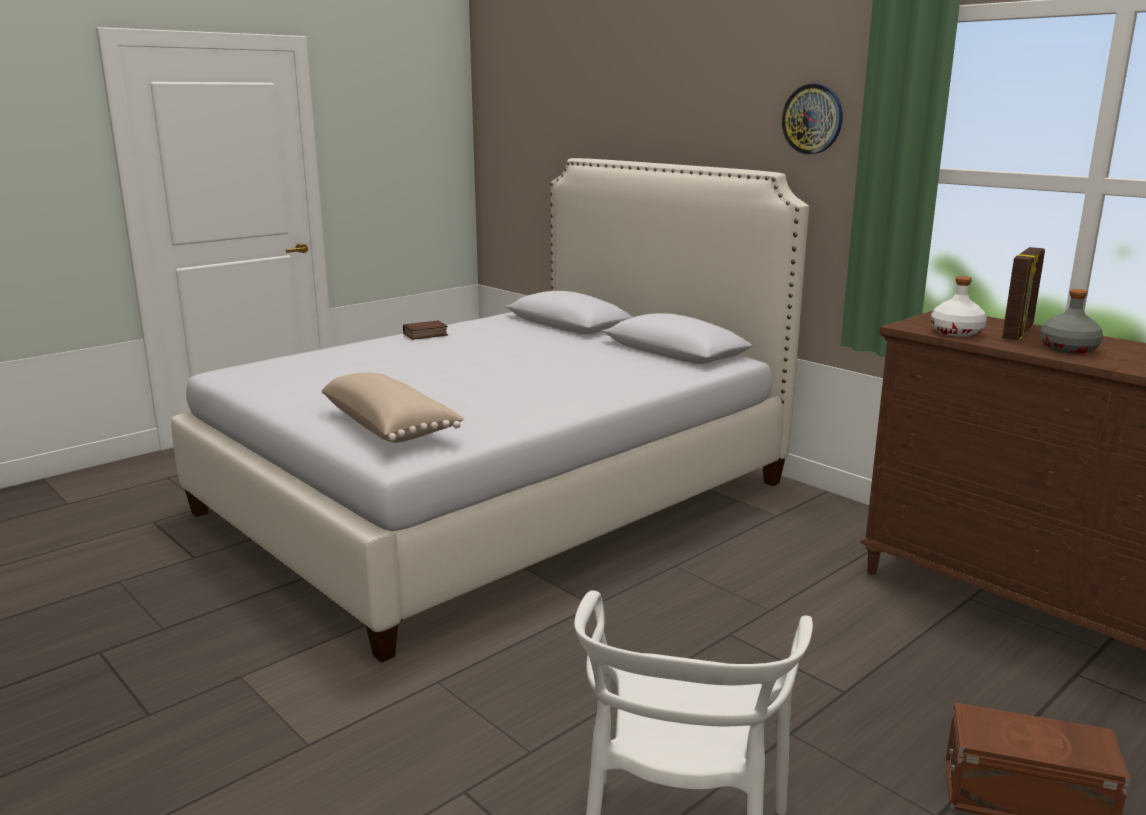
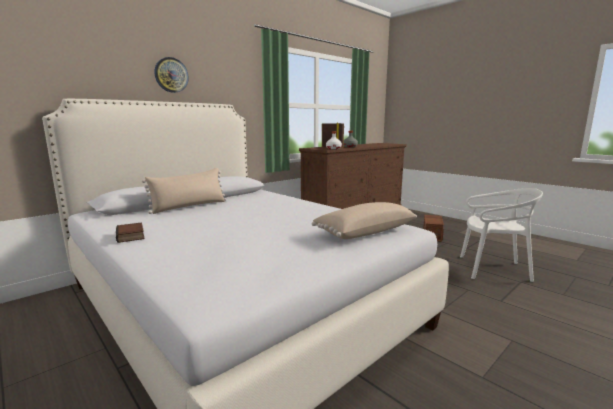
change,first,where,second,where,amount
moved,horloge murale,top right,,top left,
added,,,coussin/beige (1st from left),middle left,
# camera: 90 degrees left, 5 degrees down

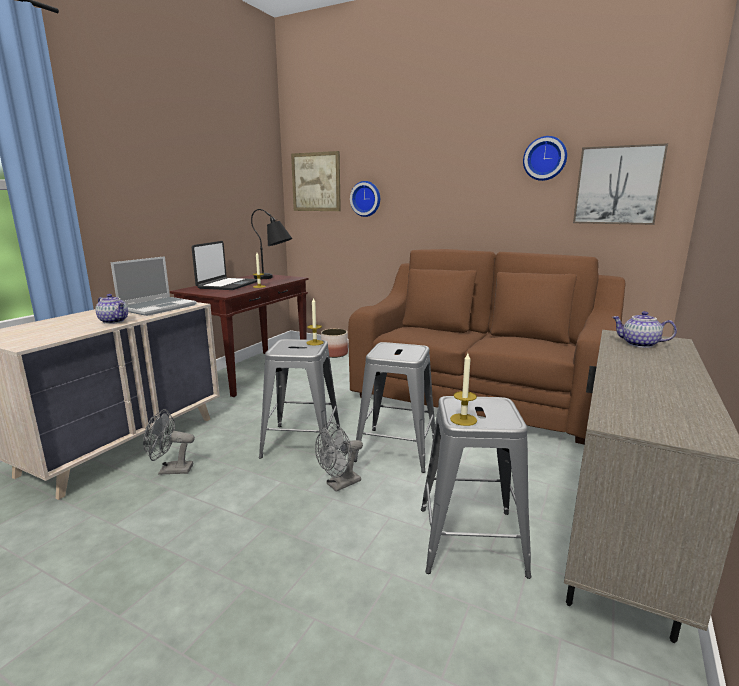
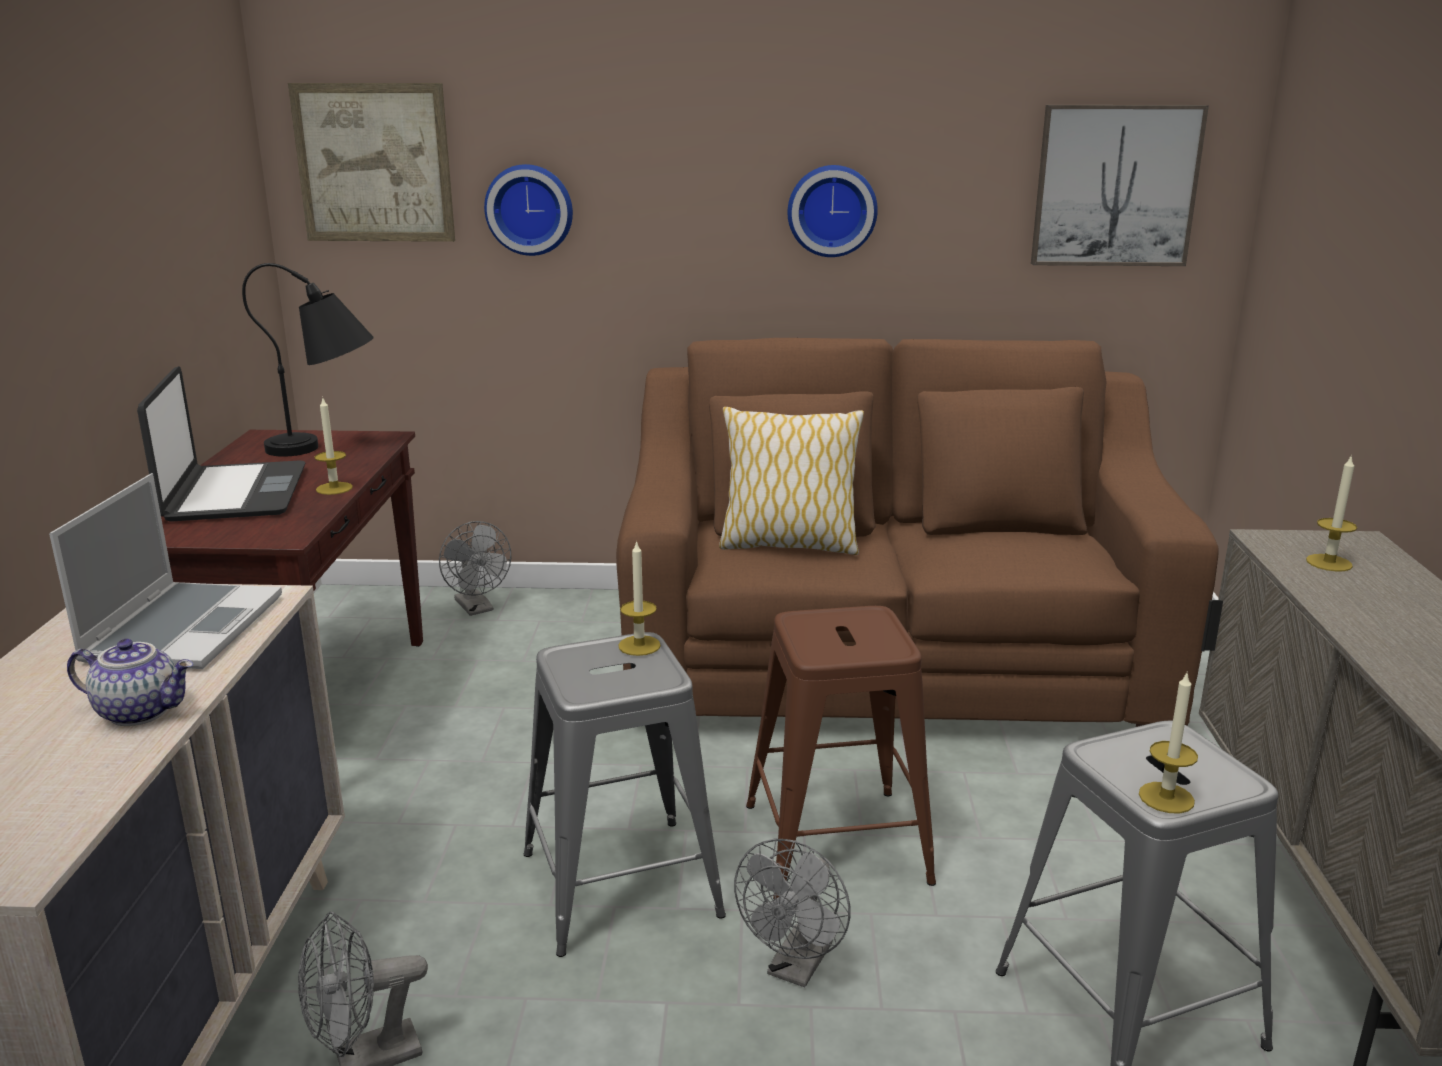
change,first,where,second,where,amount
moved,horloge murale (2nd from left),top right,,top centre,
replaced,théière (2nd from left),middle right,bougie (4th from left),middle right,
replaced,cache-pot,centre,ventilateur/gris (2nd from left),middle left,
recoloured,tabouret/gris (2nd from left),centre,tabouret/marron,bottom centre,
added,,,coussin,centre,
# camera: 25 degrees left, 5 degrees up

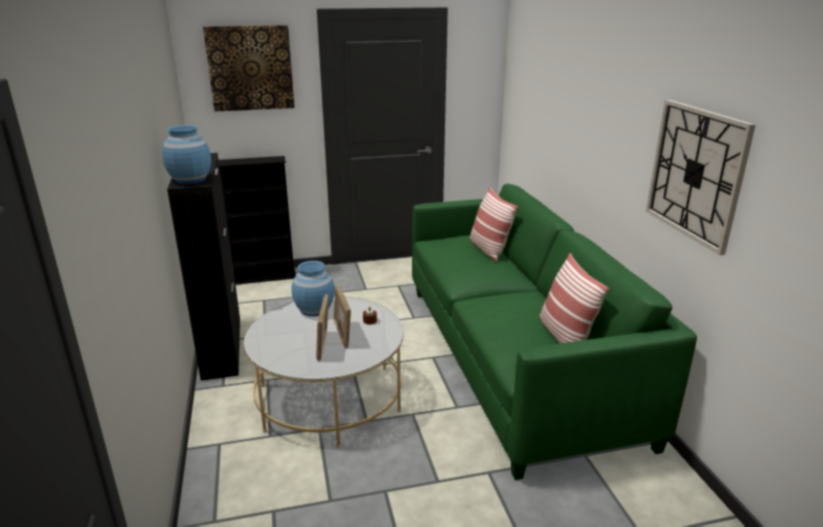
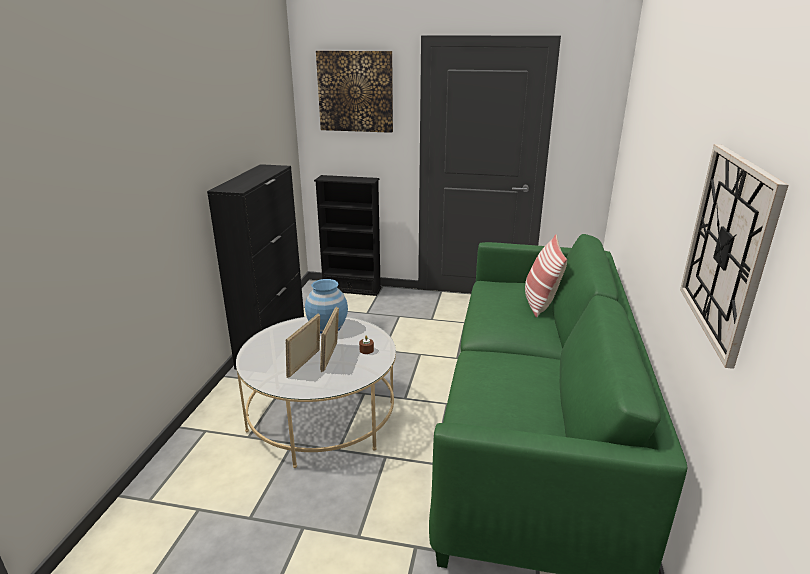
change,first,where,second,where,amount
removed,vase/bleu (1st from left),top left,,,
removed,coussin (2nd from left),middle right,,,
# camera: 25 degrees right, 0 degrees up

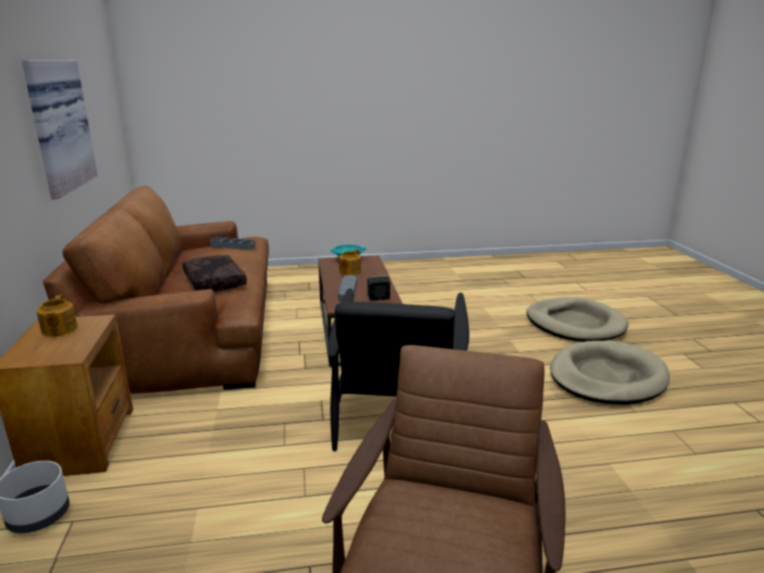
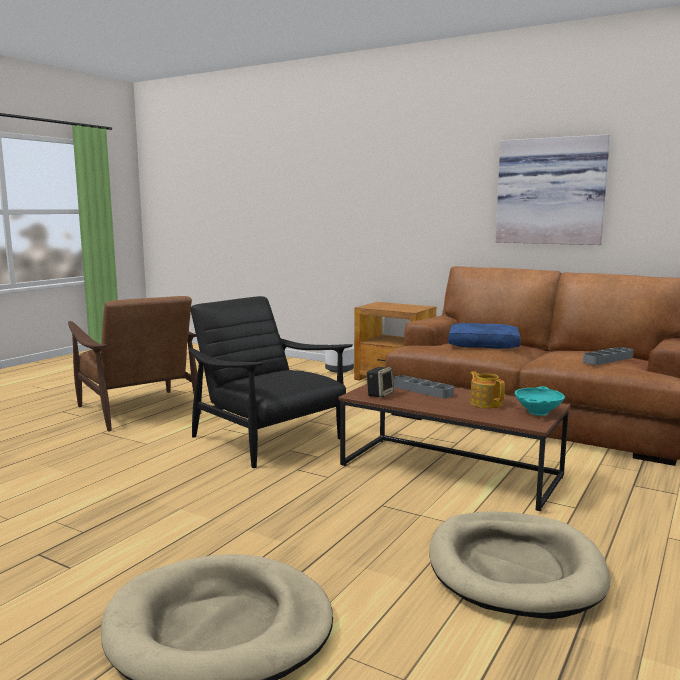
change,first,where,second,where,amount
recoloured,coussin/marron,middle left,coussin/bleu,middle right,
removed,théière (1st from left),middle left,,,
moved,panier pour chien/beige (2nd from left),middle right,,bottom right,
# camera: 130 degrees right, 10 degrees down

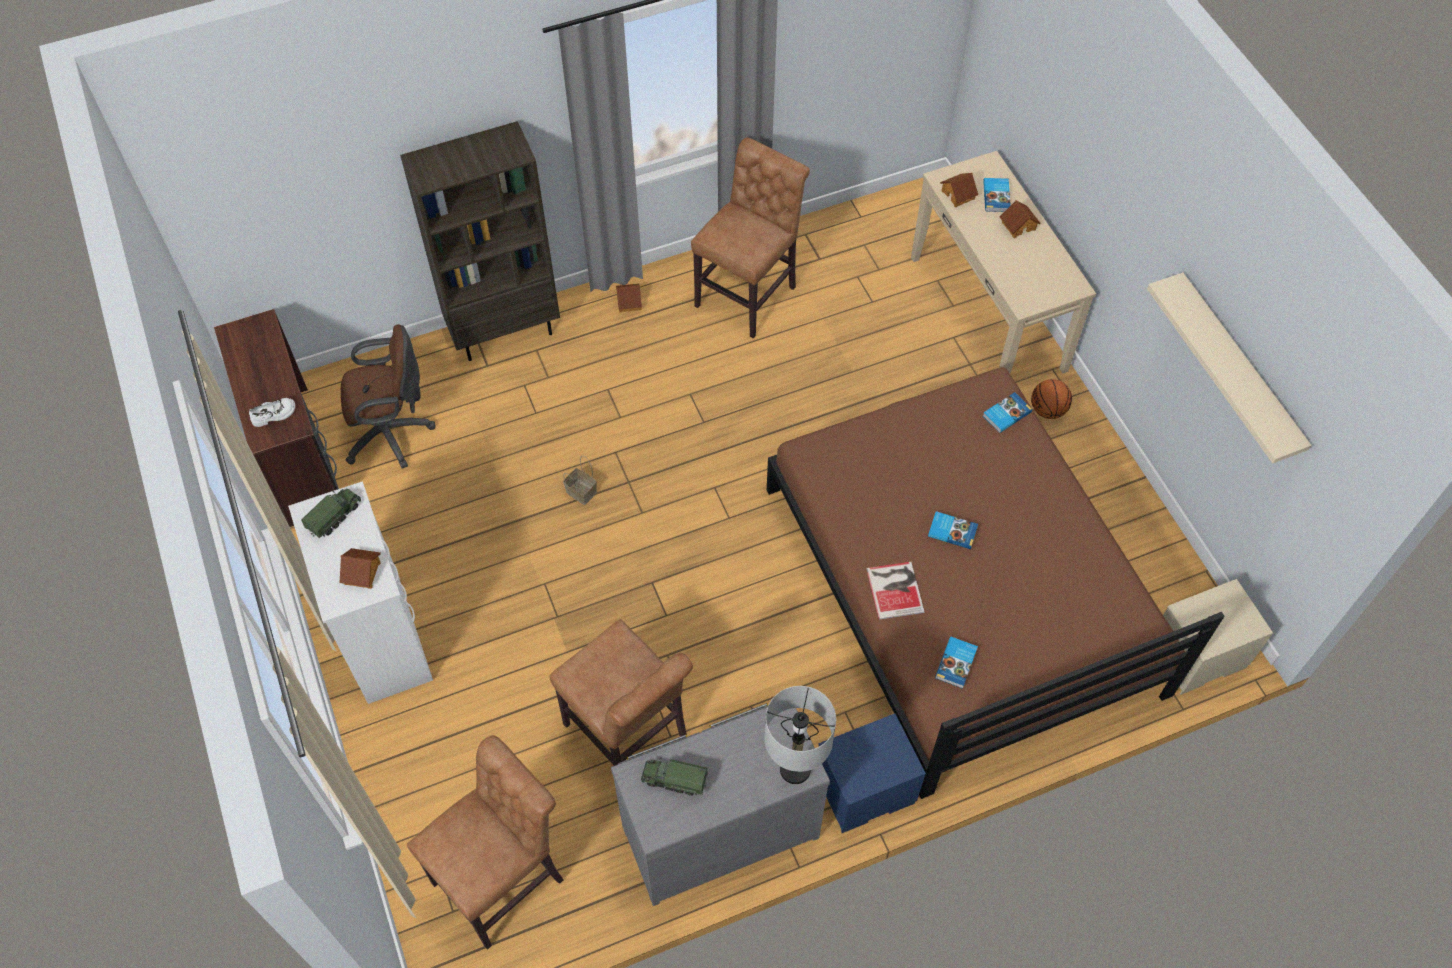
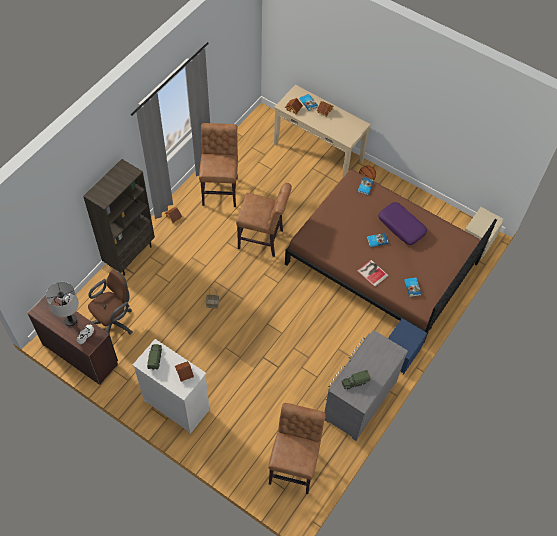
change,first,where,second,where,amount
removed,étagère/beige,middle right,,,
moved,chaise/marron (2nd from left),bottom centre,,centre,
moved,lampe de table/gris,bottom centre,,middle left,
added,,,coussin/violet,middle right,
# camera: 35 degrees left, 0 degrees up

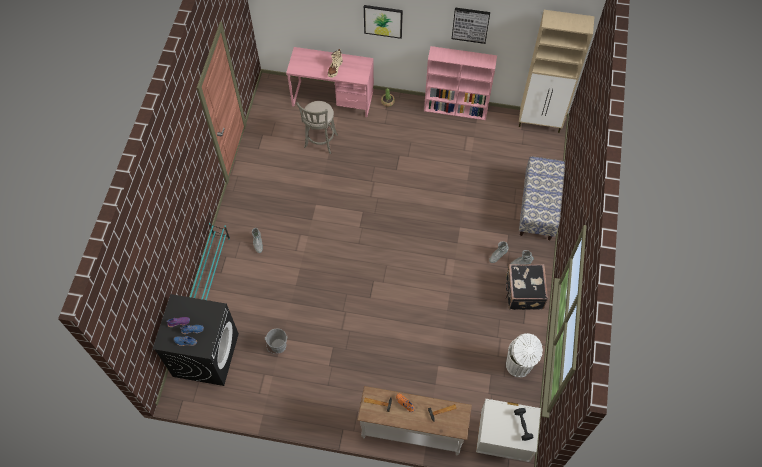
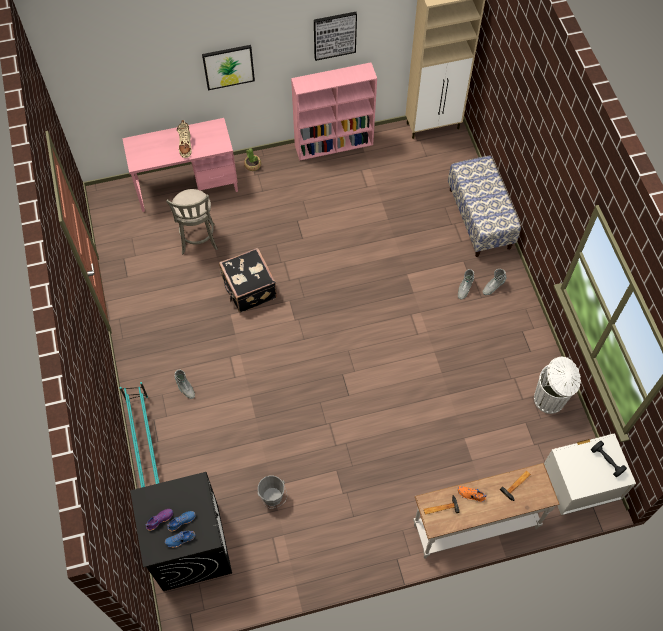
change,first,where,second,where,amount
moved,valise/noir,middle right,,centre,
# camera: 25 degrees left, 0 degrees up

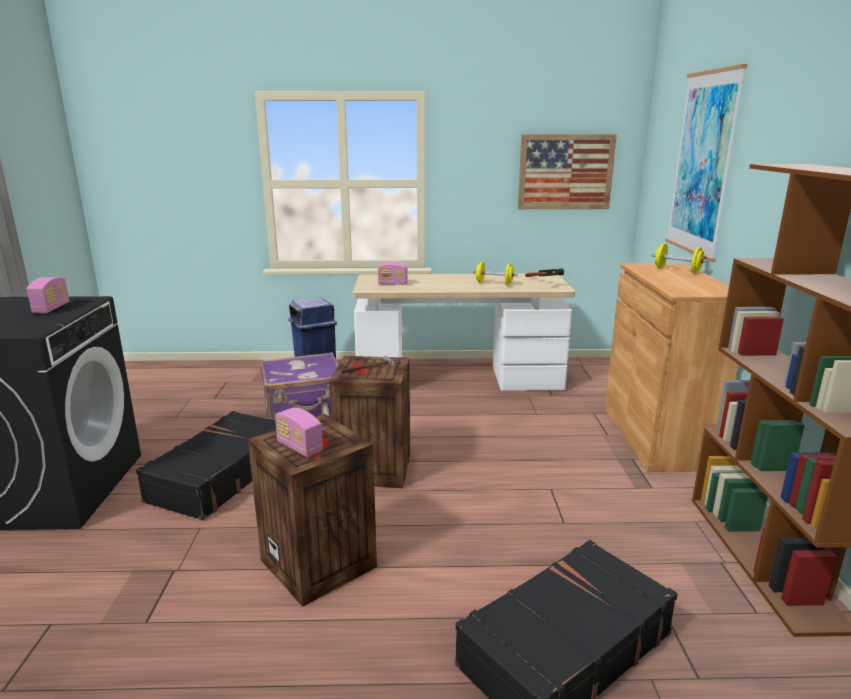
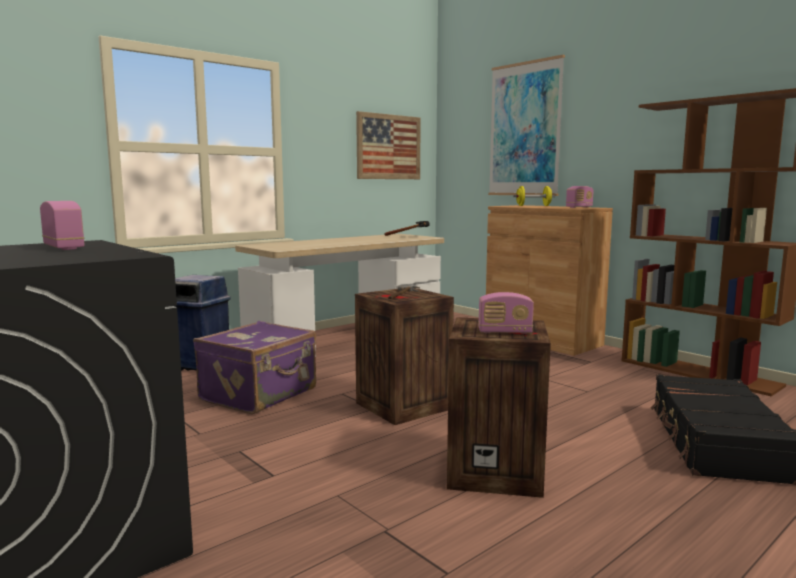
change,first,where,second,where,amount
moved,radio (3rd from left),centre,,middle right,
removed,haltère/jaune (1st from left),centre,,,
removed,valise/noir (1st from left),middle left,,,
# camera: 40 degrees left, 10 degrees down

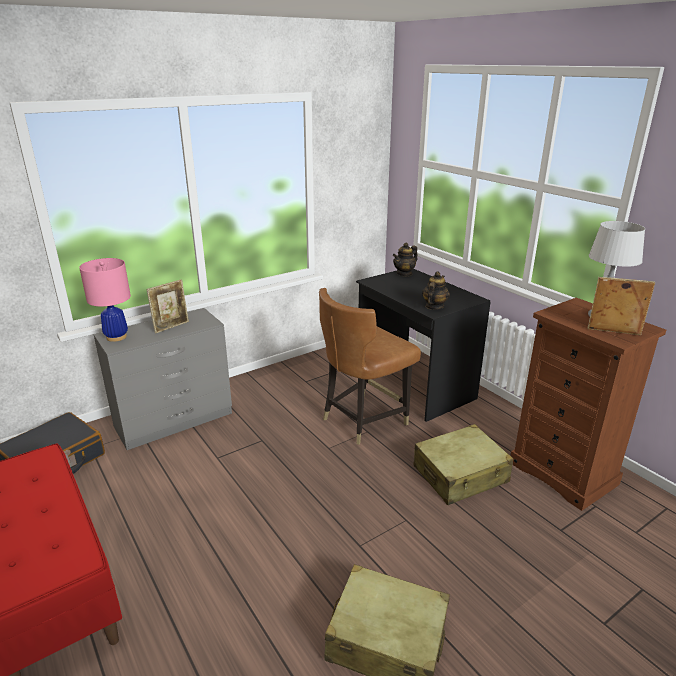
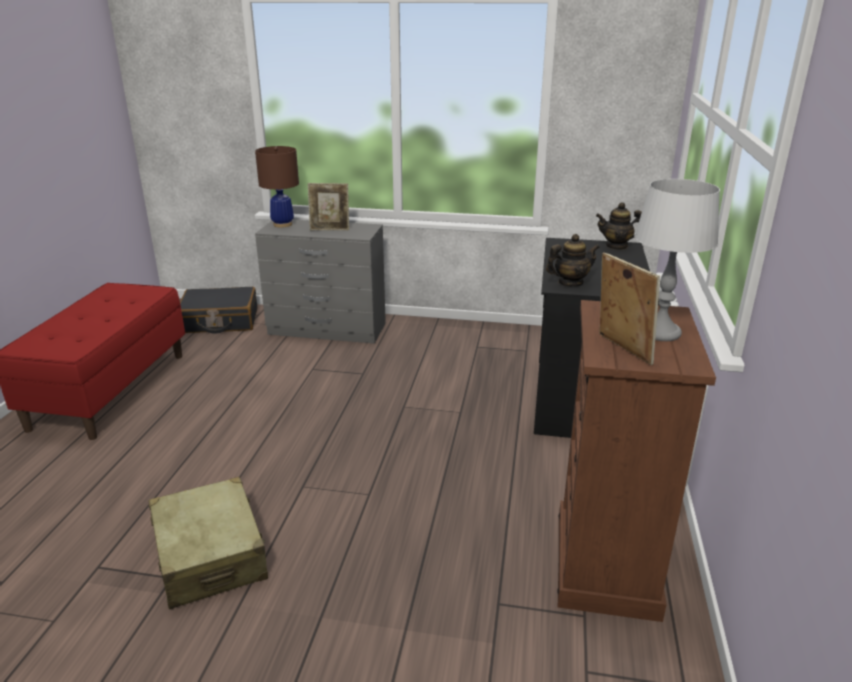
change,first,where,second,where,amount
recoloured,lampe de table/rose,middle left,lampe de table/marron,top left,
removed,chaise/marron,centre,,,
removed,valise/beige (2nd from left),bottom right,,,
# camera: 45 degrees right, 0 degrees up

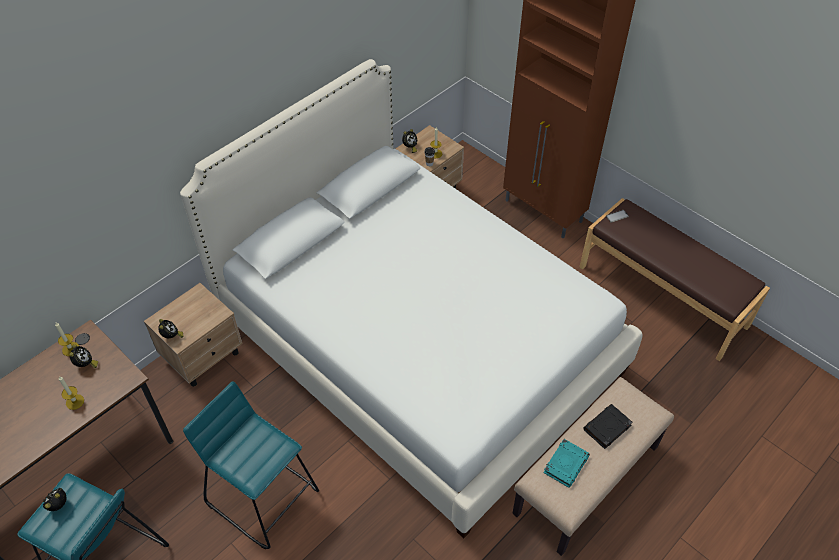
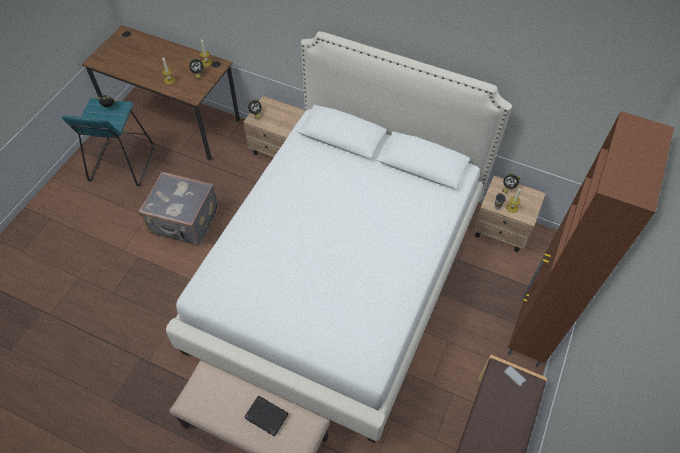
change,first,where,second,where,amount
replaced,tabouret/turquoise (2nd from left),bottom left,valise/gris,middle left,
removed,livre/turquoise,bottom right,,,
# camera: 70 degrees right, 5 degrees up

